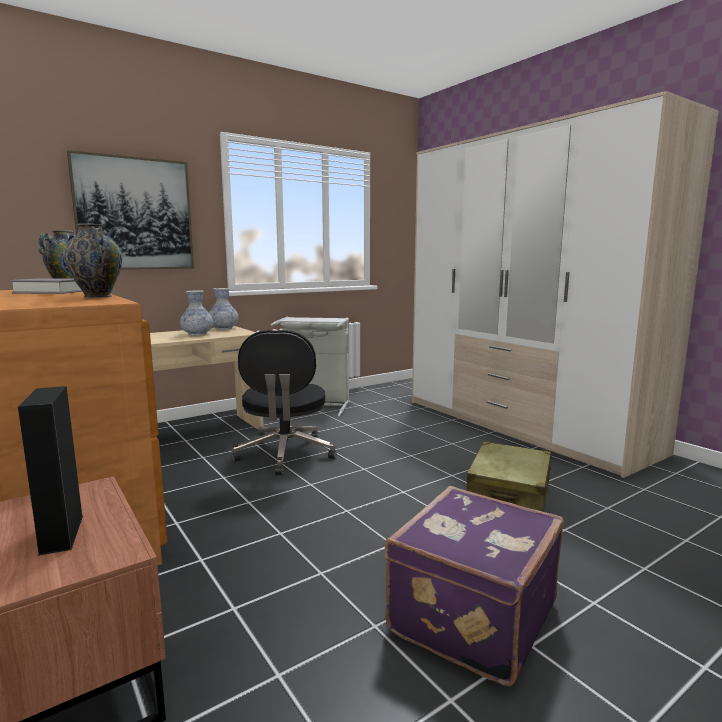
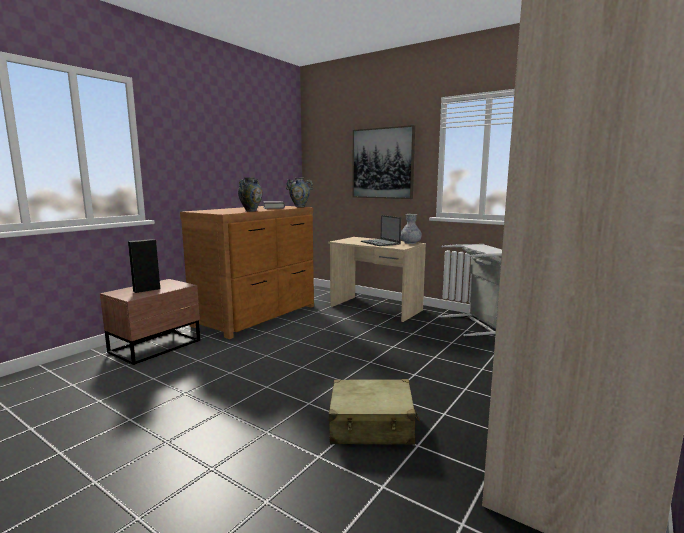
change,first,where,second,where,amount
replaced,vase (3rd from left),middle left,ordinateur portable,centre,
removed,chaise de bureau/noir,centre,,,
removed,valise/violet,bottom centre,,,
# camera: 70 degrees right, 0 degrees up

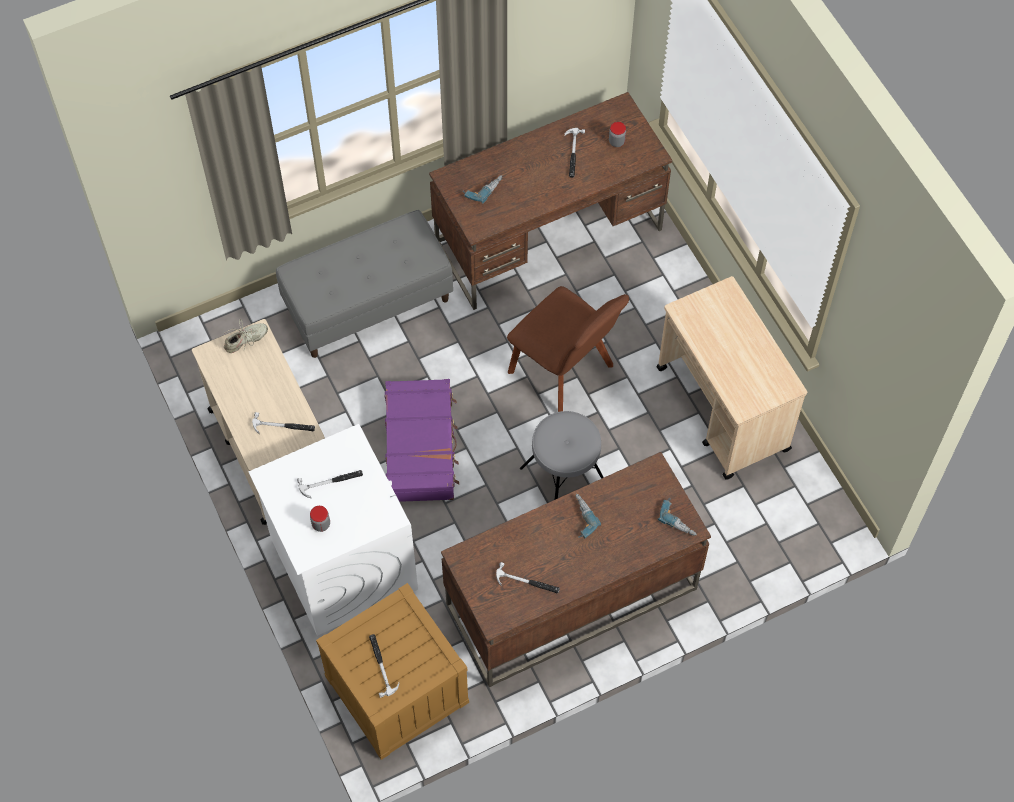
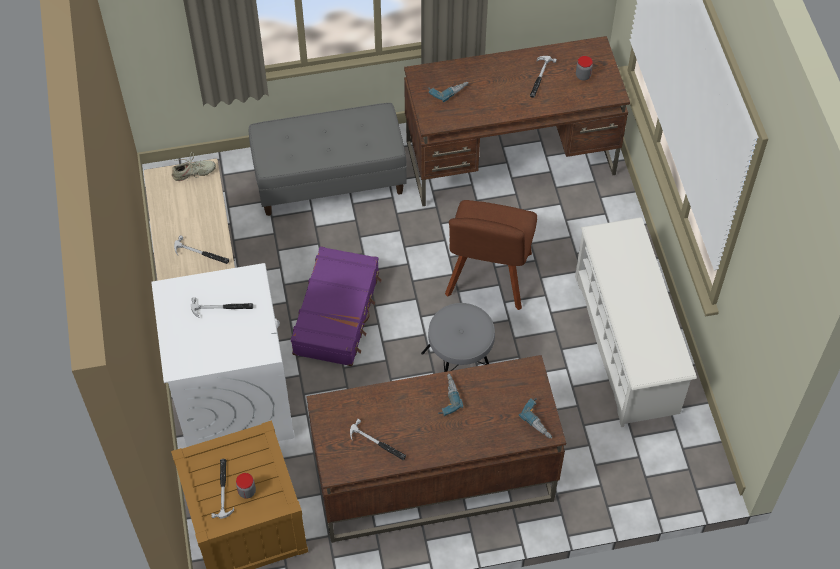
change,first,where,second,where,amount
replaced,chariot/beige (2nd from left),middle right,étagère à chaussures/blanc,middle right,
turned,chaise/marron,centre,,centre,45 degrees clockwise
moved,bocal (1st from left),middle left,,bottom left,
# camera: 15 degrees right, 5 degrees down

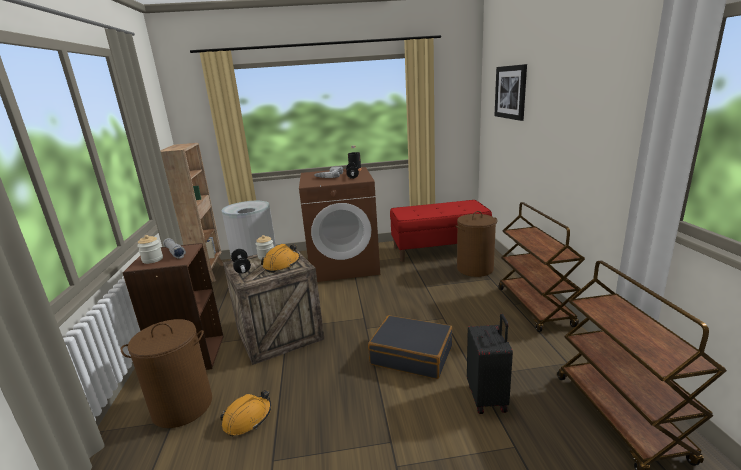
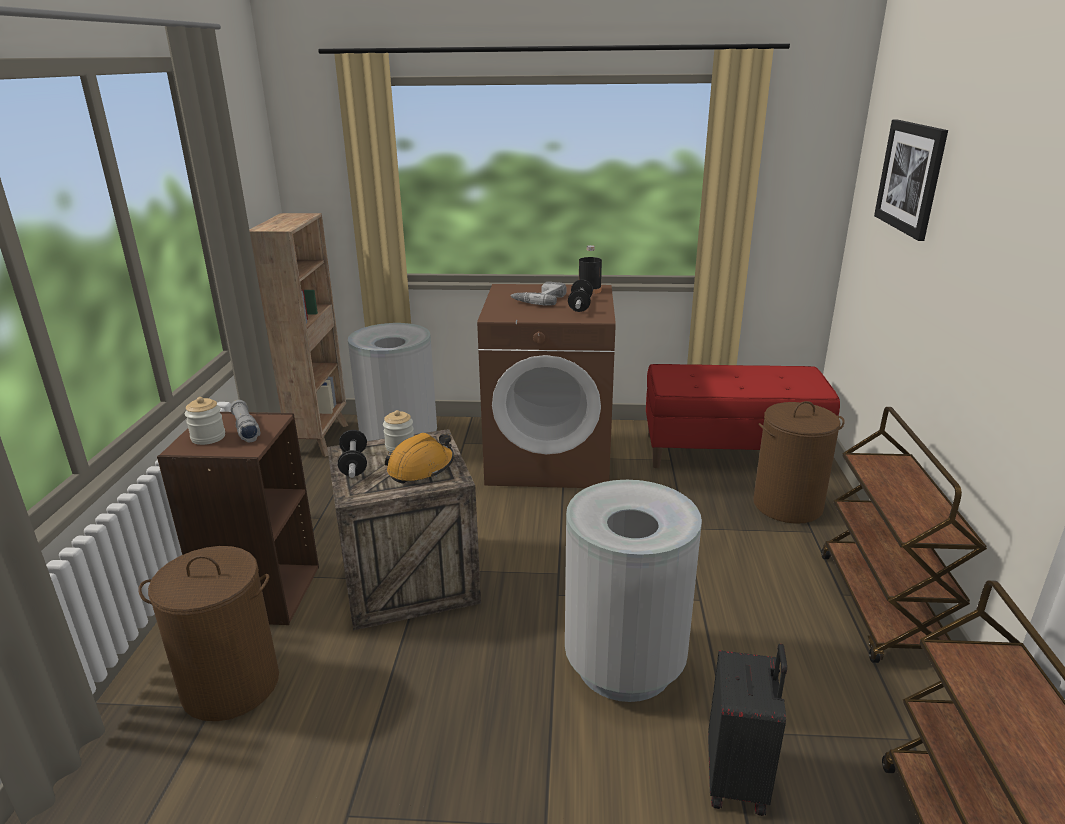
change,first,where,second,where,amount
replaced,valise/noir (1st from left),bottom centre,poubelle/gris (2nd from left),bottom centre,
removed,casque de chantier/orange (1st from left),bottom left,,,
# camera: 10 degrees right, 5 degrees up

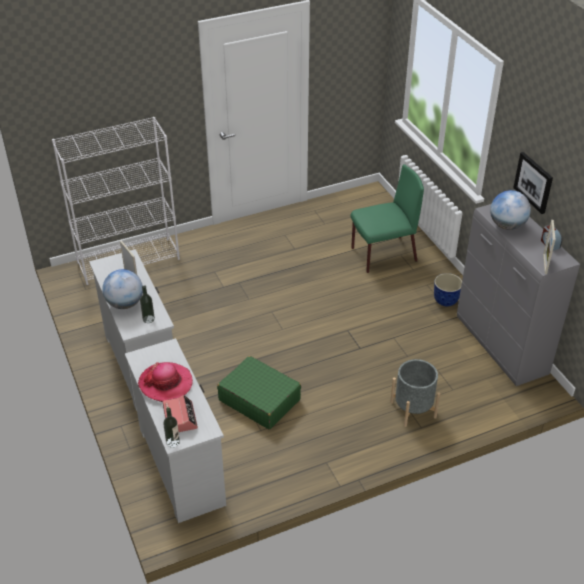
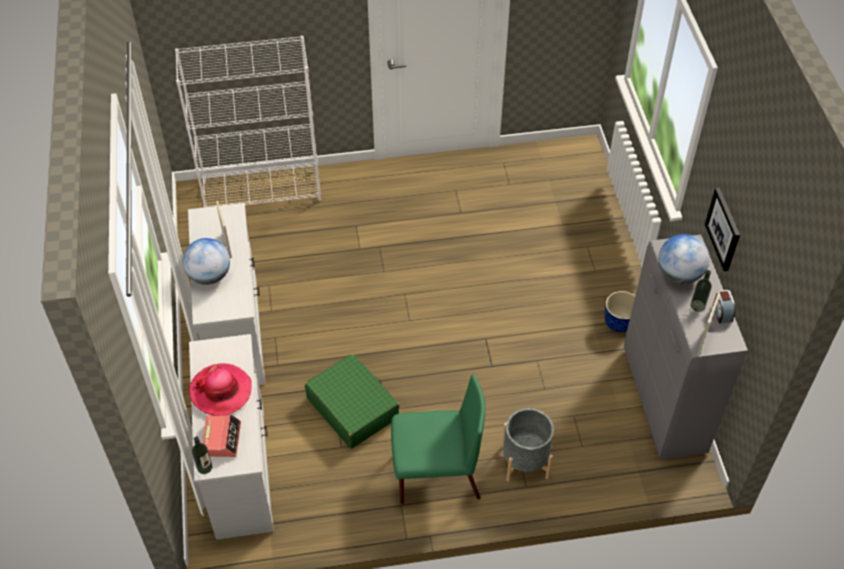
change,first,where,second,where,amount
moved,chaise/vert,centre,,bottom centre,
moved,bouteille (1st from left in the first image),middle left,bouteille (2nd from left),middle right,
# camera: 15 degrees right, 10 degrees up

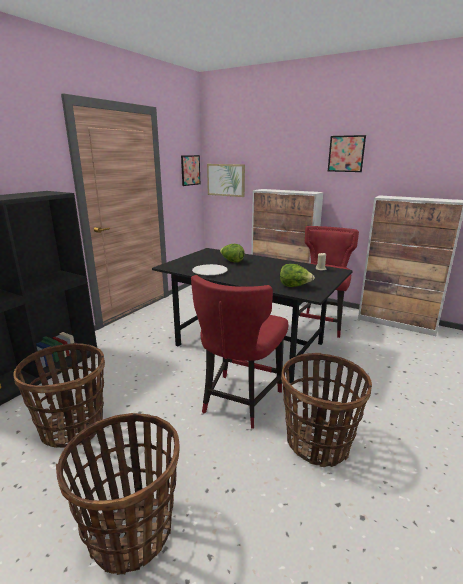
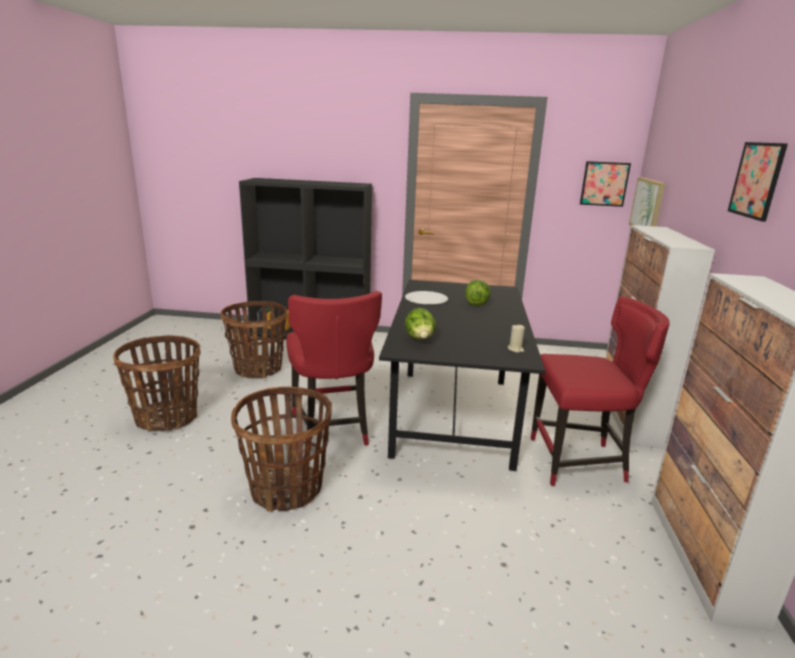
change,first,where,second,where,amount
turned,chaise/rouge (1st from left),centre,,centre,105 degrees counterclockwise
# camera: 65 degrees right, 0 degrees up

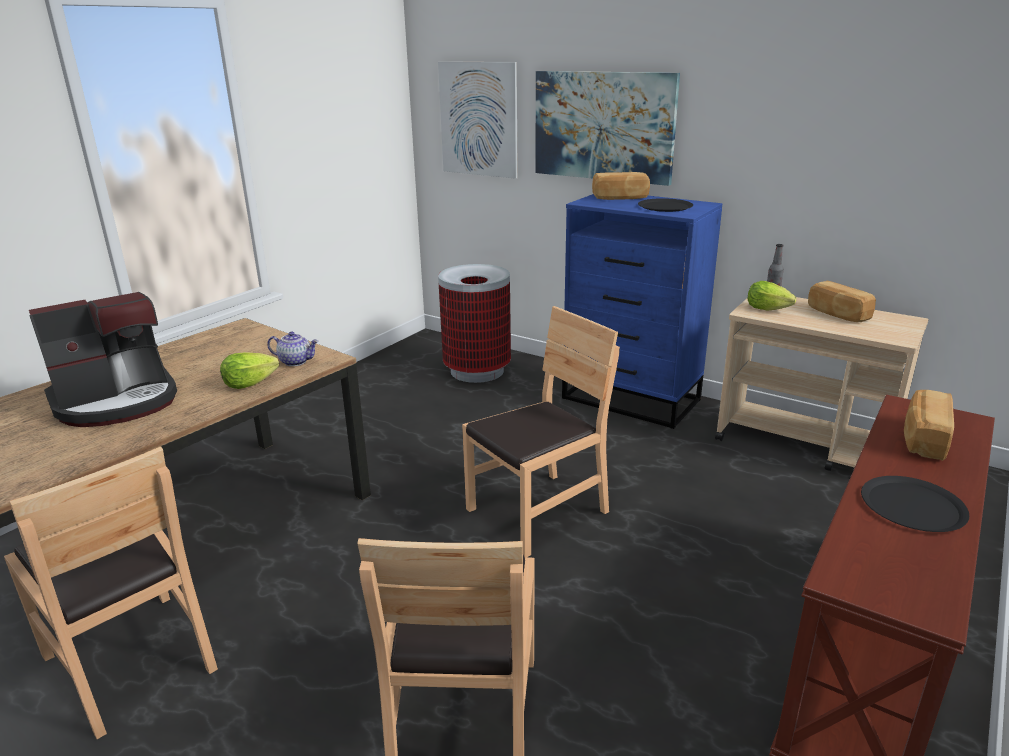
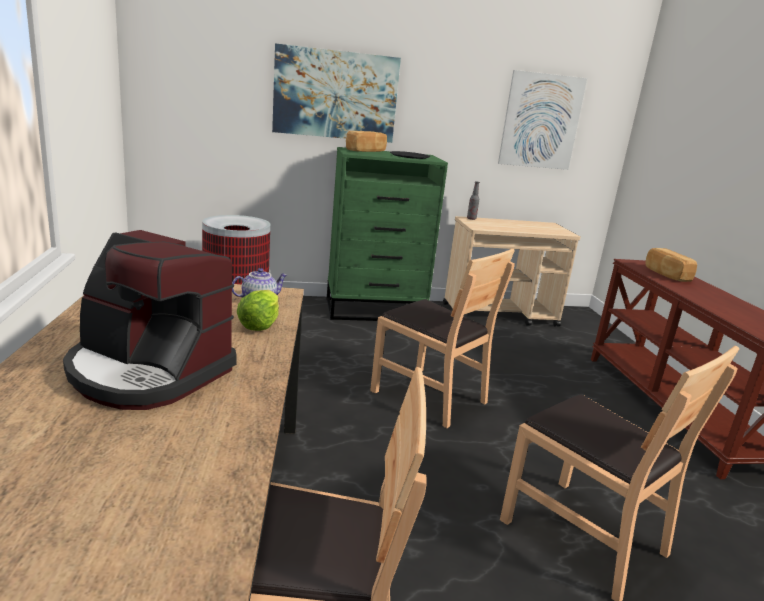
change,first,where,second,where,amount
moved,tableau (1st from left in the first image),top centre,tableau (2nd from left),top right,
recoloured,commode/bleu,centre,commode/vert,centre,
removed,laitue (2nd from left),middle right,,,
removed,pain (2nd from left),middle right,,,
turned,machine à café,middle left,,middle left,105 degrees clockwise
turned,chaise/marron (3rd from left in the first image),centre,chaise/marron (2nd from left),centre,120 degrees clockwise
removed,assiette/noir (2nd from left),bottom right,,,
# camera: 45 degrees left, 5 degrees down

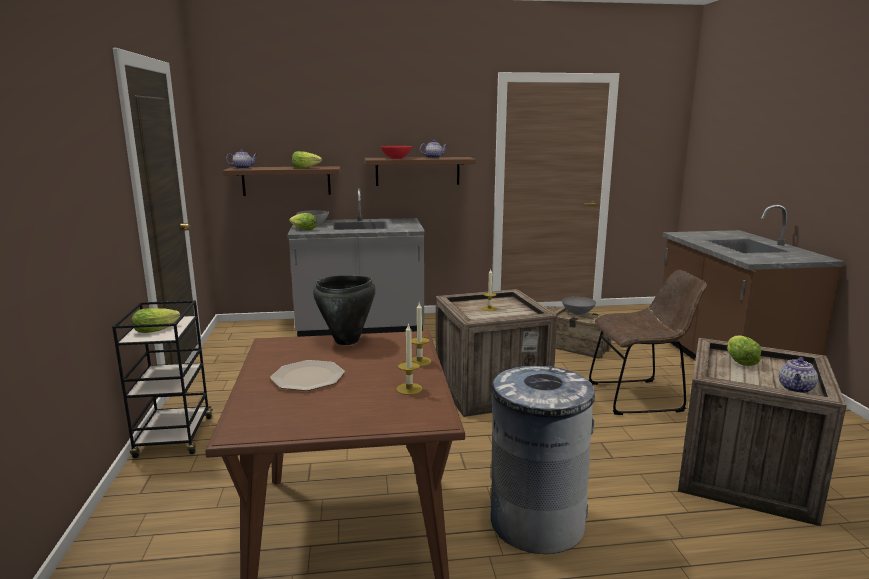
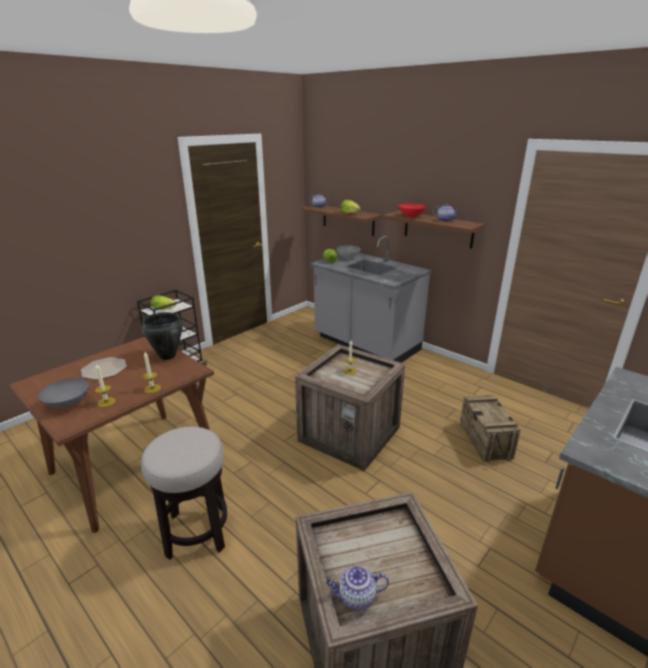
change,first,where,second,where,amount
removed,chaise/marron,middle right,,,
moved,bol/gris (2nd from left in the first image),centre,bol/gris (1st from left),middle left,
removed,laitue (4th from left),middle right,,,
replaced,poubelle/gris,bottom centre,tabouret,bottom left,
# camera: 50 degrees right, 10 degrees up

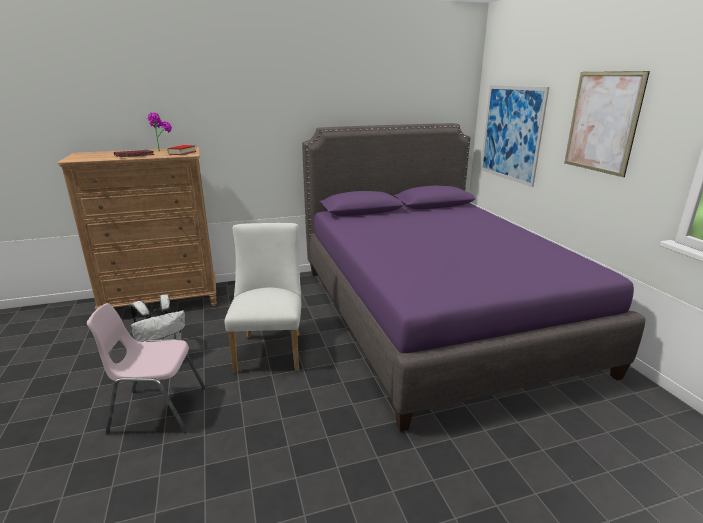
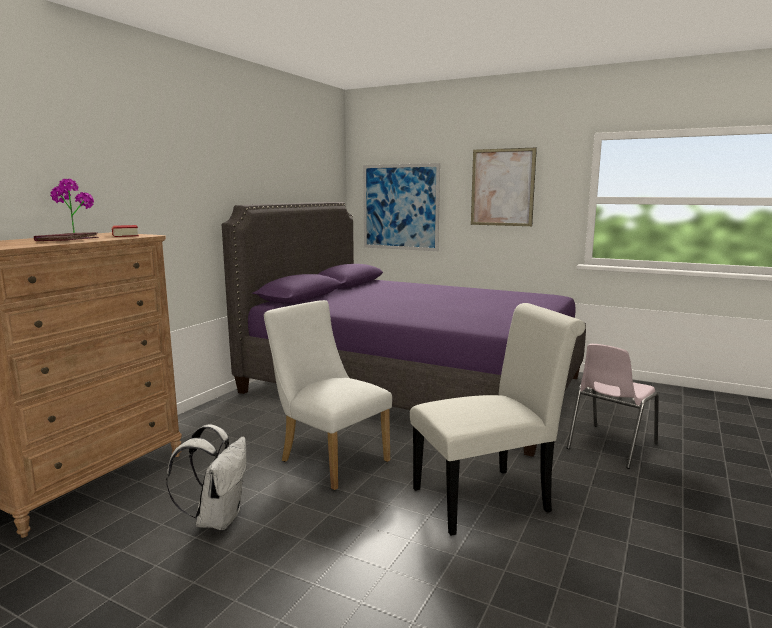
change,first,where,second,where,amount
moved,chaise/rose,bottom left,,middle right,
added,,,chaise/blanc (2nd from left),bottom centre,
# camera: 45 degrees left, 10 degrees down

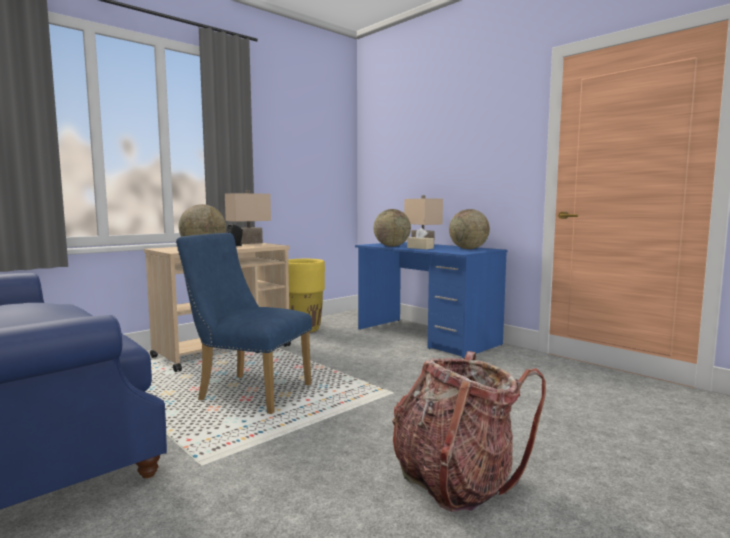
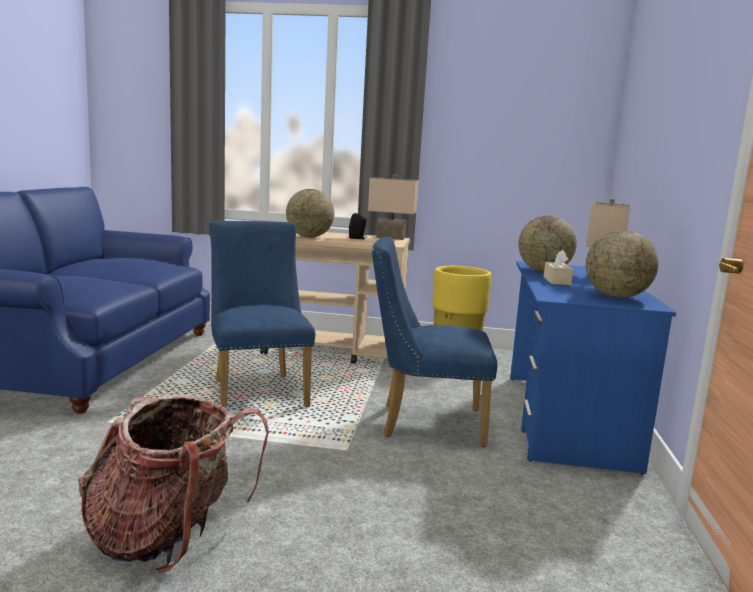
change,first,where,second,where,amount
added,,,chaise/bleu (2nd from left),centre,
# camera: 50 degrees right, 5 degrees up

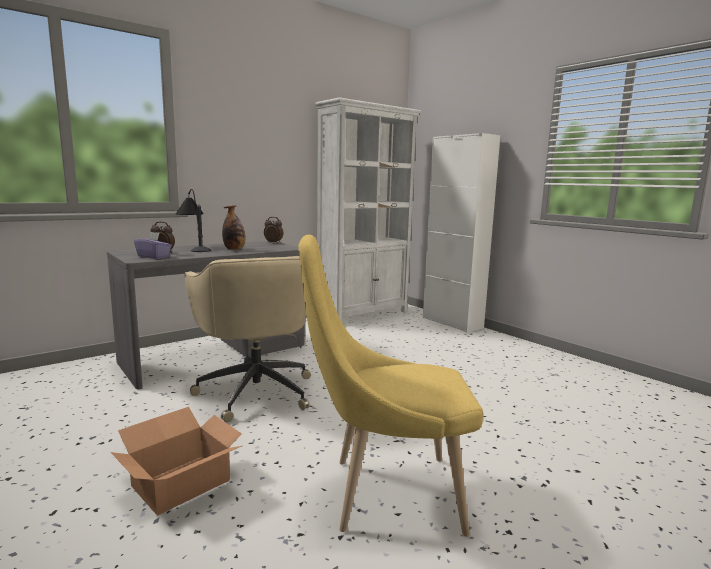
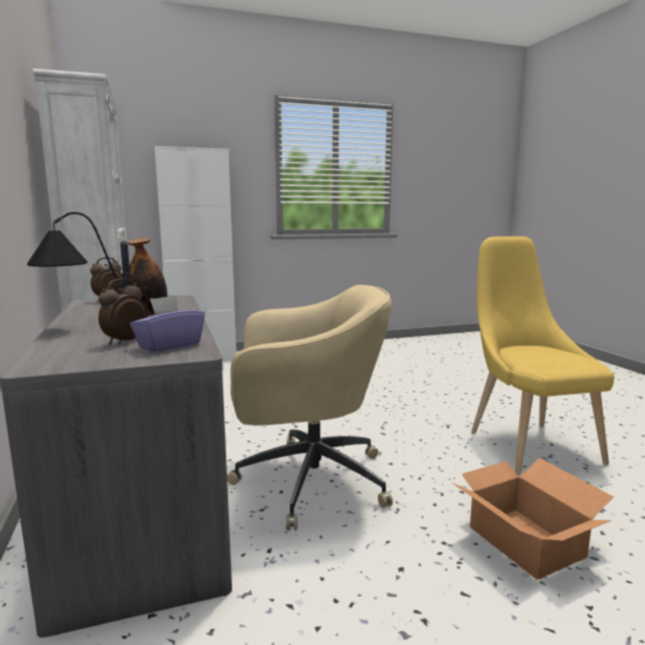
change,first,where,second,where,amount
turned,chaise/jaune,bottom centre,,middle right,150 degrees clockwise
# camera: 70 degrees left, 0 degrees up

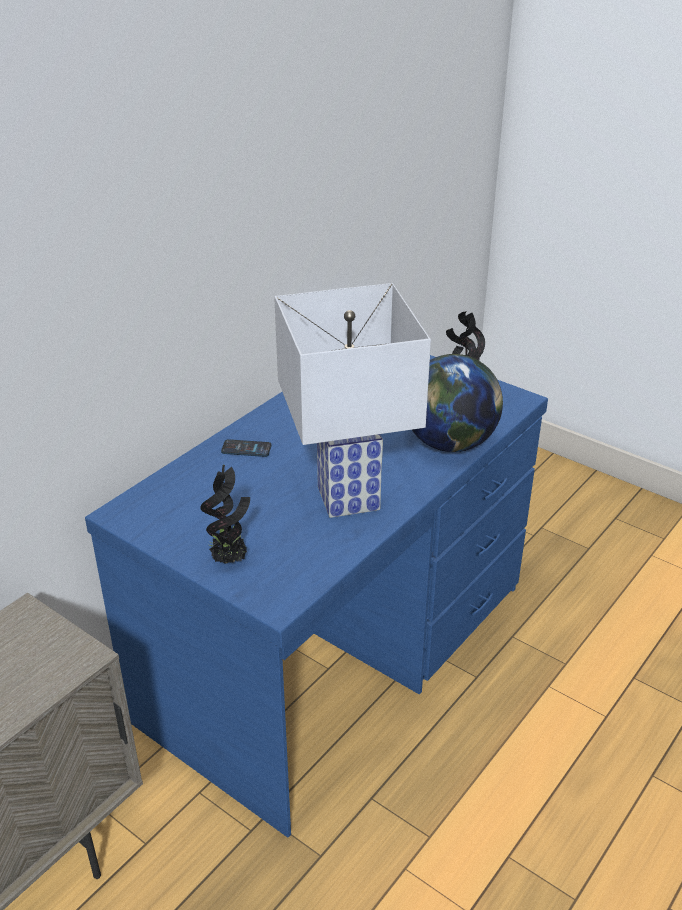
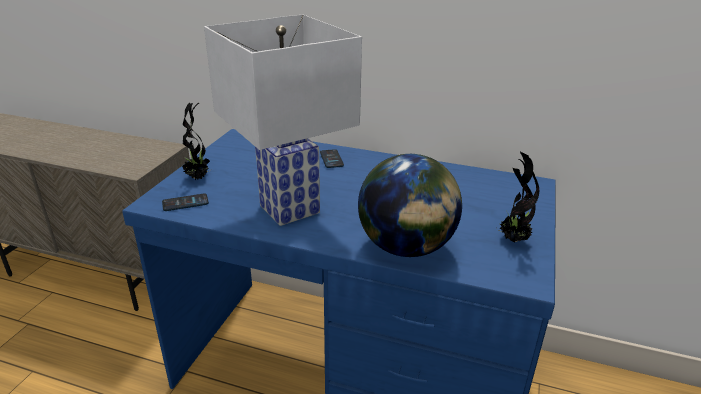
change,first,where,second,where,amount
added,,,téléphone (1st from left),middle left,
# camera: 70 degrees right, 5 degrees down

